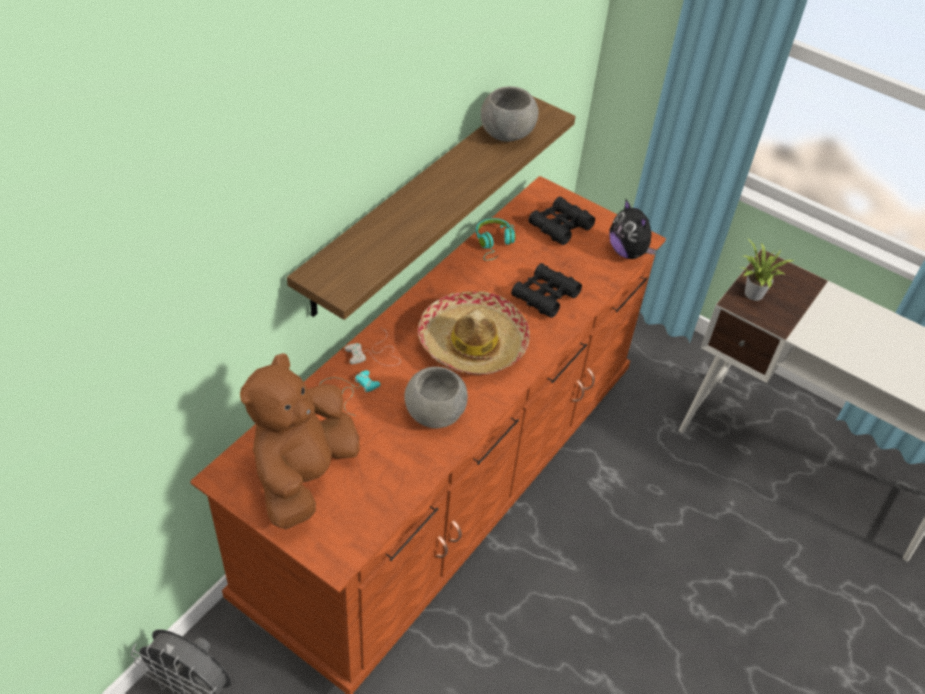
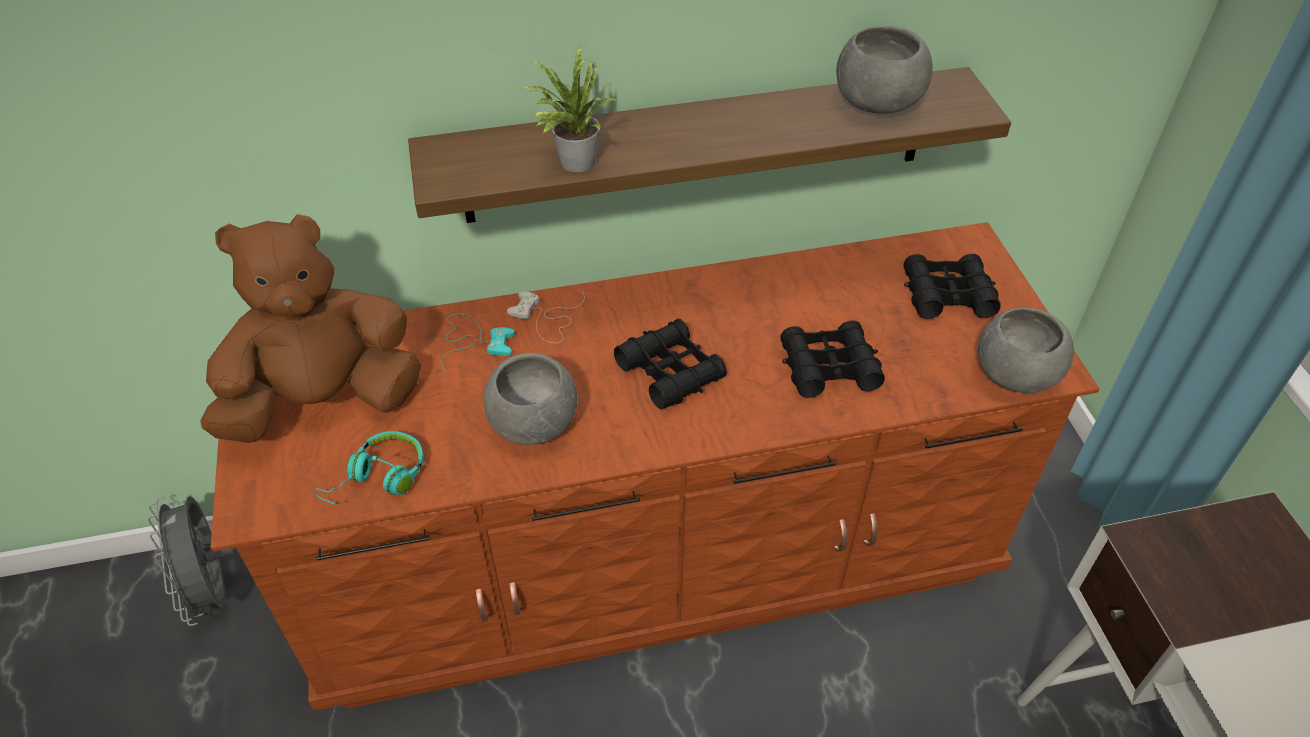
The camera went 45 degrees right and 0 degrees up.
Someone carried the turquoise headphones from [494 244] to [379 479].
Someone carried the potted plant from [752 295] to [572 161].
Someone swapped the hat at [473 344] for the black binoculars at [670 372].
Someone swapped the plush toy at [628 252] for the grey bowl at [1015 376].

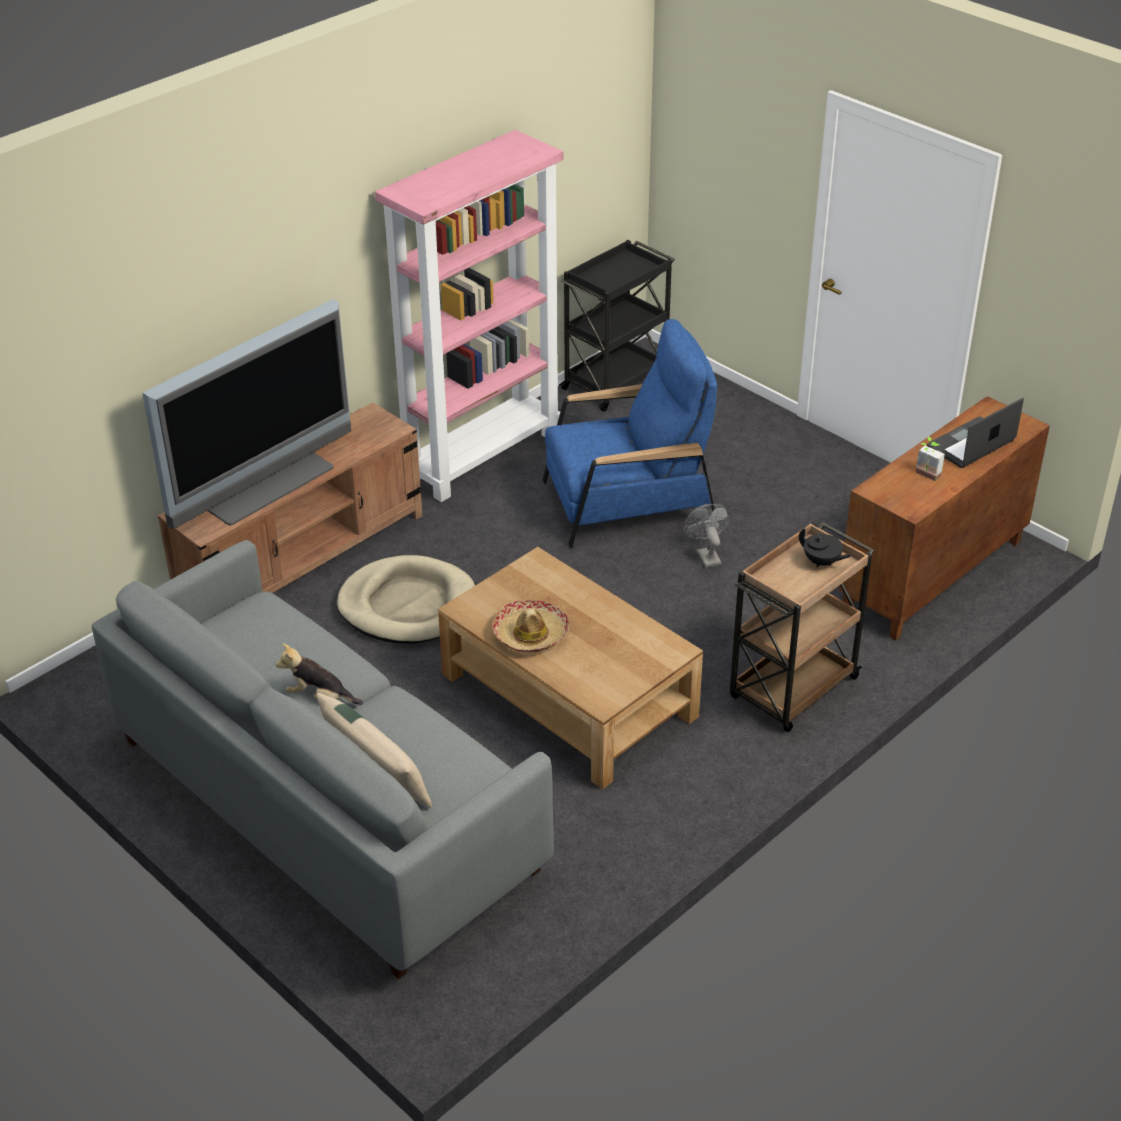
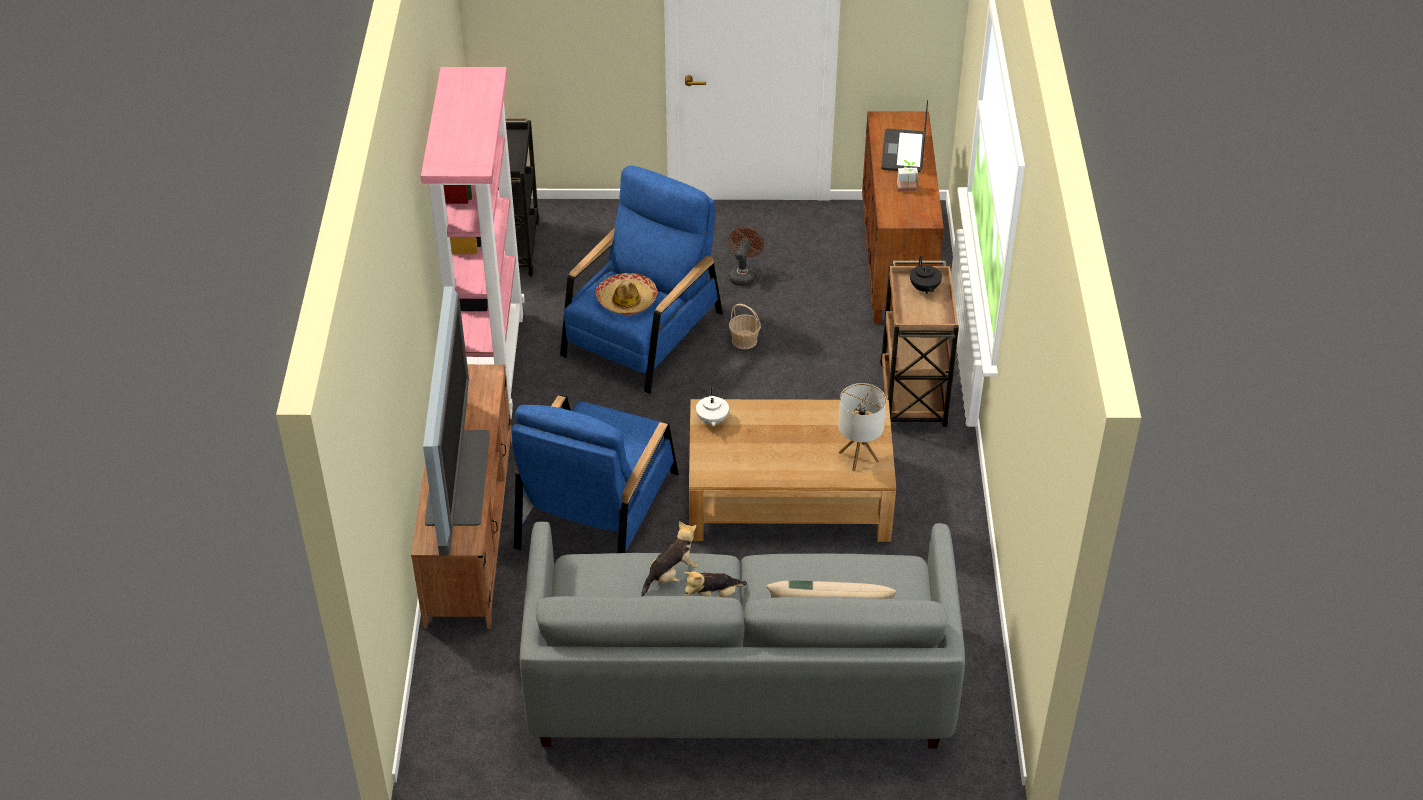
The camera went 45 degrees left and 5 degrees up.
Someone swapped the beige dog bed at [408 605] for the blue armchair at [597 510].
Someone carried the hat from [531 634] to [627 300].
Someone put down the plush toy at [671 575].
Someone put down the white teapot at [712 420].
Someone put down the brown fan at [743 274].
Someone swapped the grey fan at [706 555] for the basket at [744 340].
Someone put down the table lamp at [858 457].
Someone rotated the black teapot at [822 562] by 90 degrees clockwise.

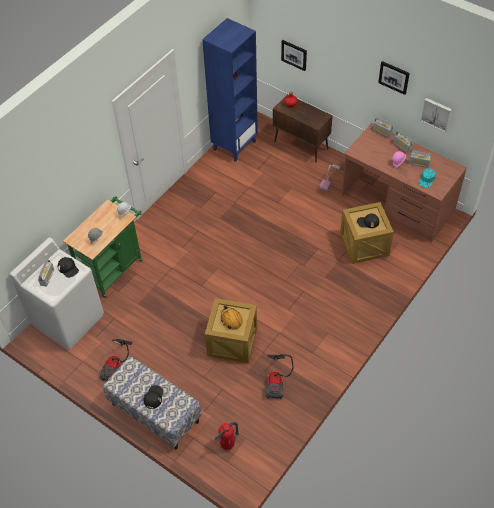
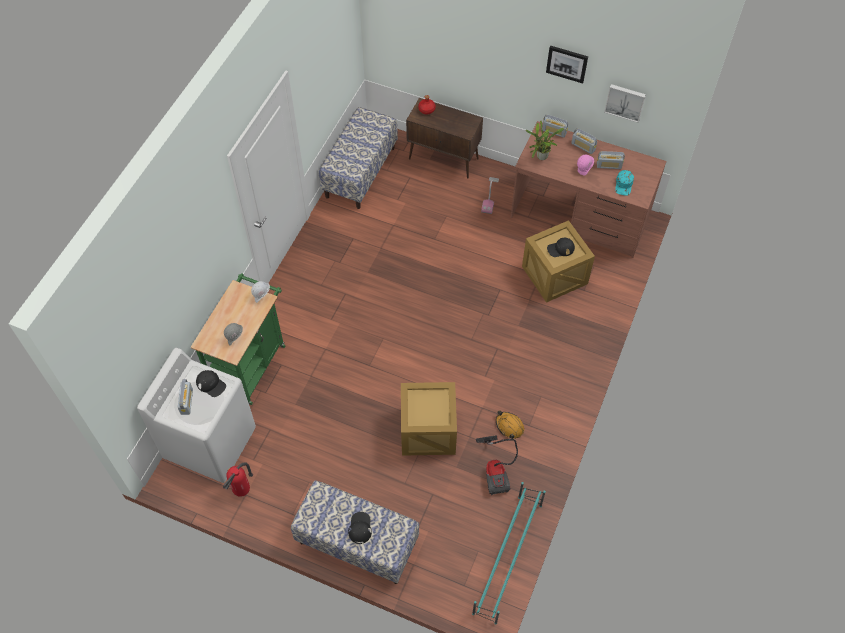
The camera went 15 degrees left and 5 degrees up.
Someone carried the fire extinguisher from [227 445] to [242 491].
Someone swapped the blue bookcase at [234 145] for the bench at [360 172].
Someone put down the turquoise shoe rack at [507 558].
Someone carried the orange hard hat from [231 320] to [509 426].
Someone put down the potted plant at [540 157].
Someone took away the vacuum cleaner at [117 366].
Someone took away the picture at [294 55].

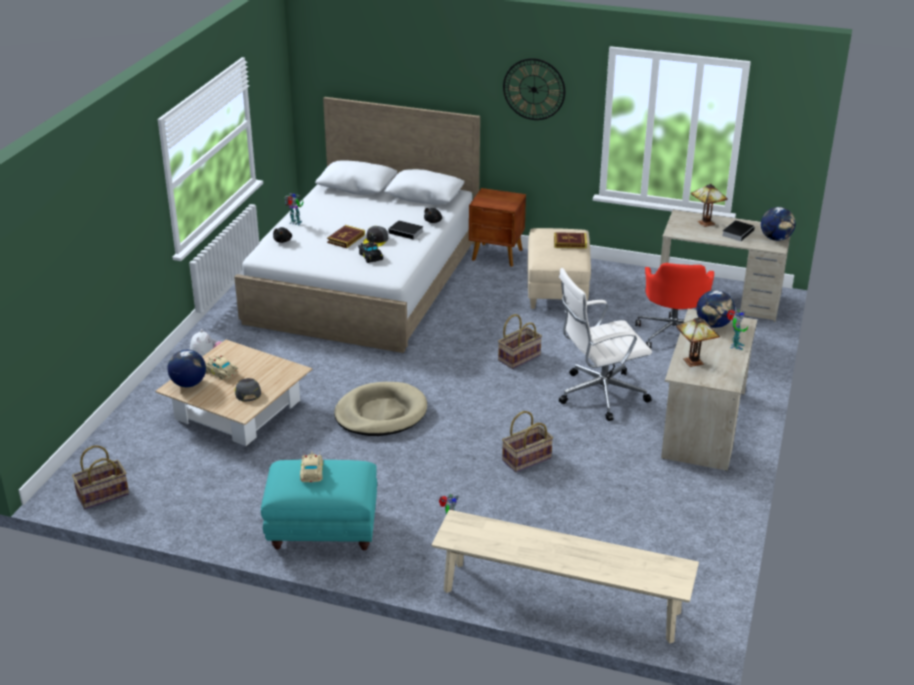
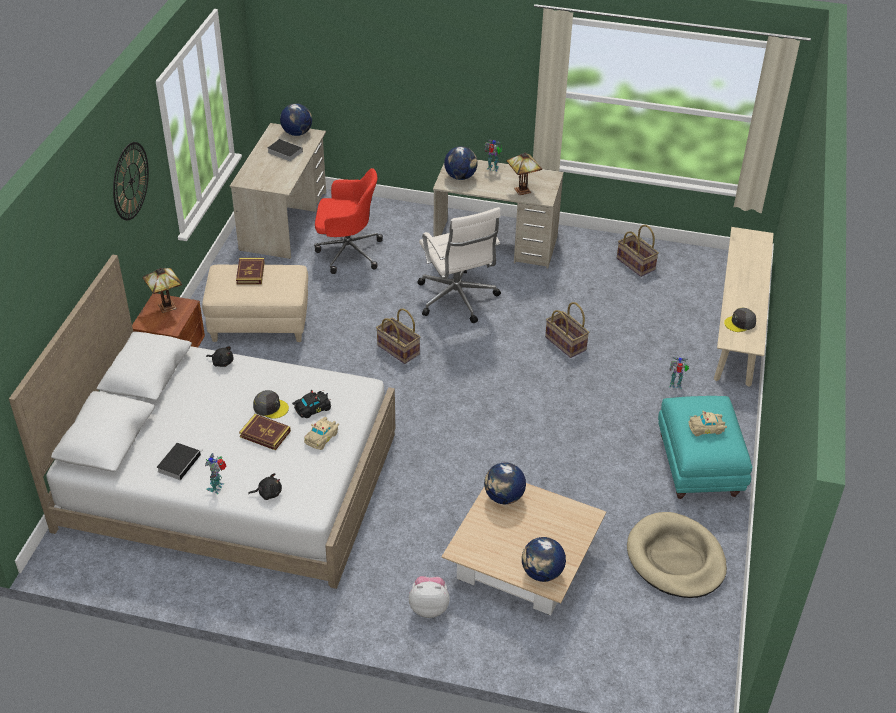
The camera went 95 degrees left and 10 degrees up.
Someone carried the table lamp from [704 223] to [166 307].
Someone carried the book from [407 232] to [179 462].
Someone carried the beige toy car from [221 373] to [322 437].
Someone put down the globe at [504 497].
Someone carried the basket from [103 496] to [636 264].
Someone carried the beige dog bed from [381 413] to [675 559].
Someone carried the grey cap from [247 392] to [740 323].

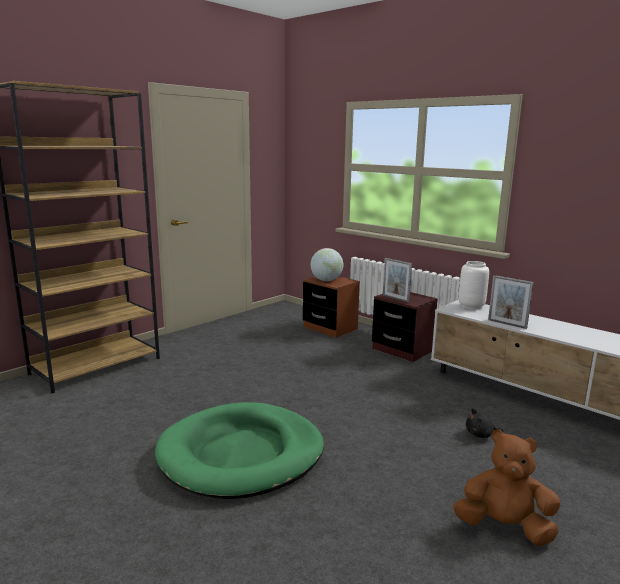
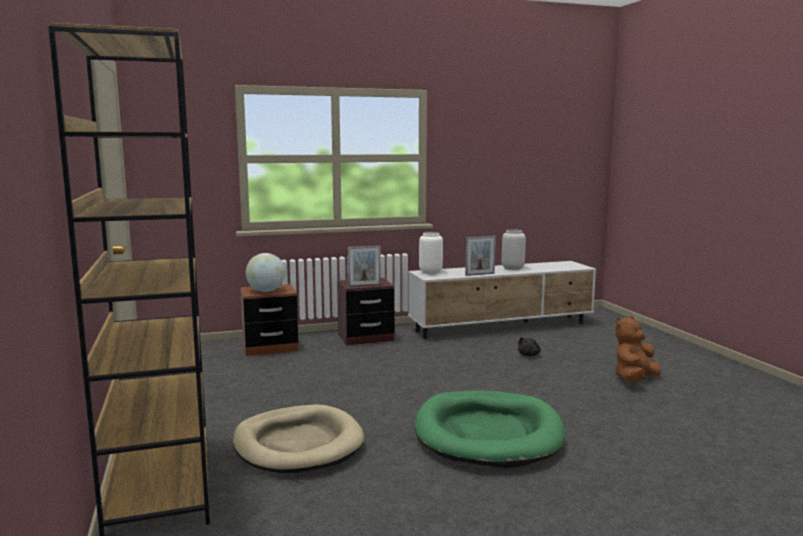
The camera went 60 degrees left and 5 degrees down.
Someone put down the beige dog bed at [298 444].
Someone put down the grey vase at [512 268].

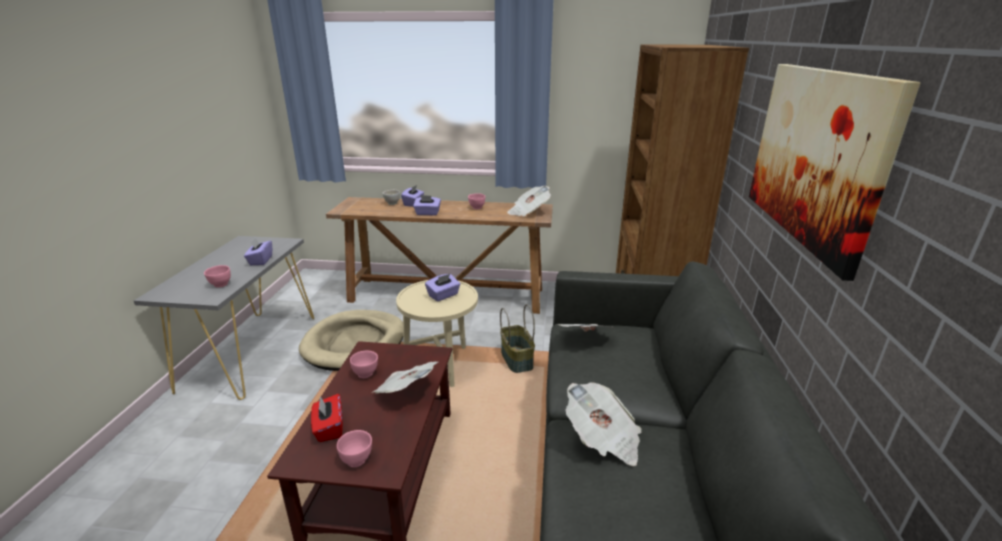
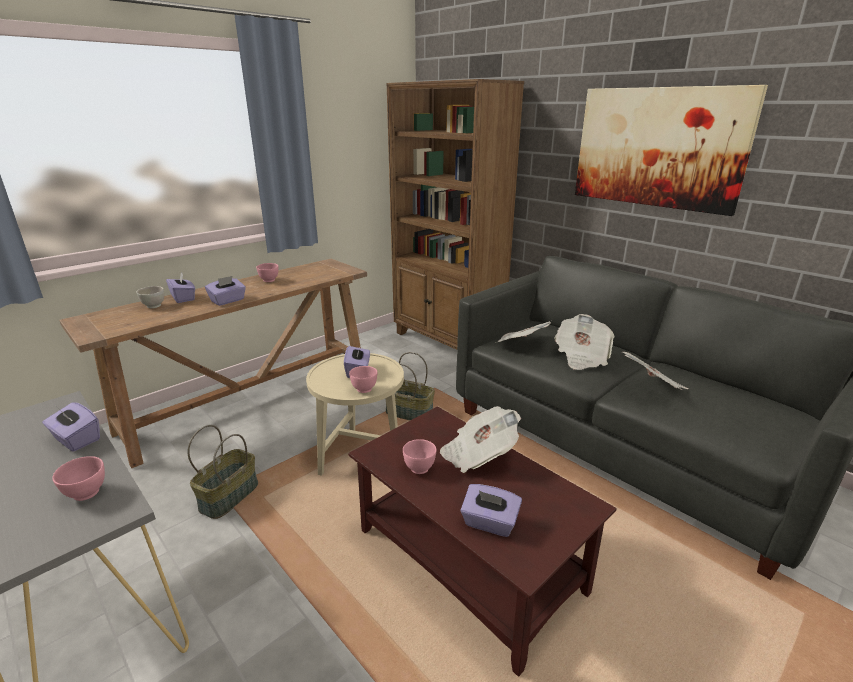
The camera went 50 degrees left and 0 degrees up.
Someone swapped the beige dog bed at [355 343] for the basket at [229 496].
Someone carried the pink bowl from [357 460] to [364 389].
Someone repainted the red tissue box at [329 428], which became the purple tissue box at [489 523].
Someone carried the newspaper from [528 212] to [581 357].

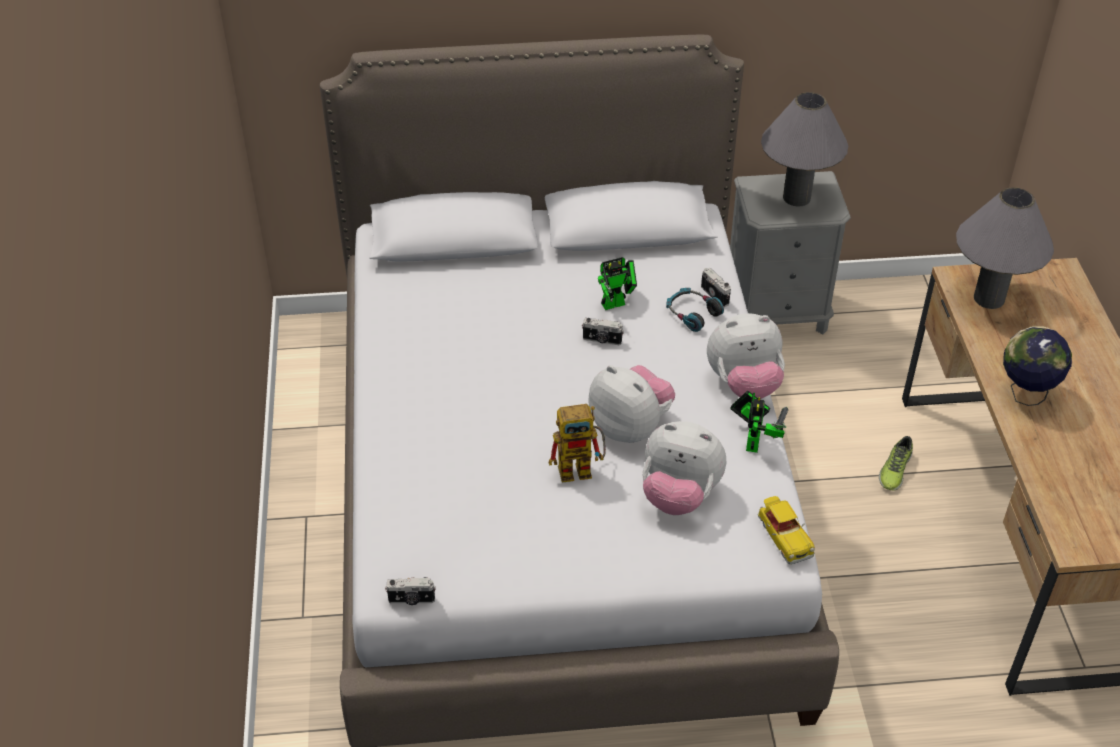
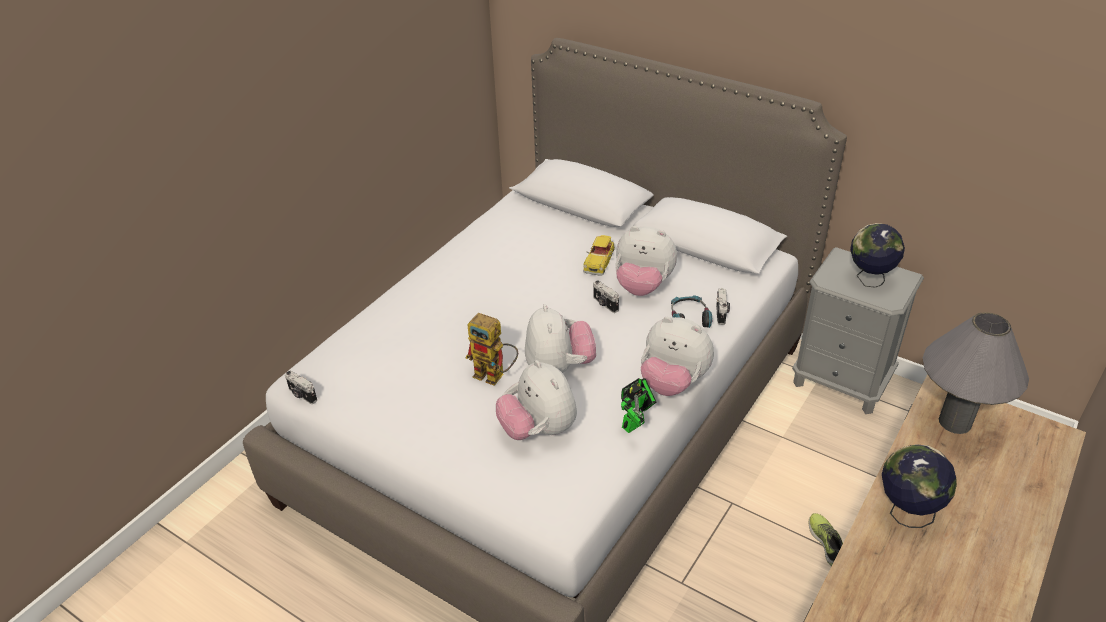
The camera went 40 degrees right and 5 degrees down.
Someone carried the toy car from [784 536] to [599 261].
Someone swapped the toy robot at [617 303] for the plush toy at [643 286].
Someone rotated the shoe at [894 470] by 105 degrees clockwise.
Someone swapped the grey table lamp at [796 197] for the globe at [869 280].

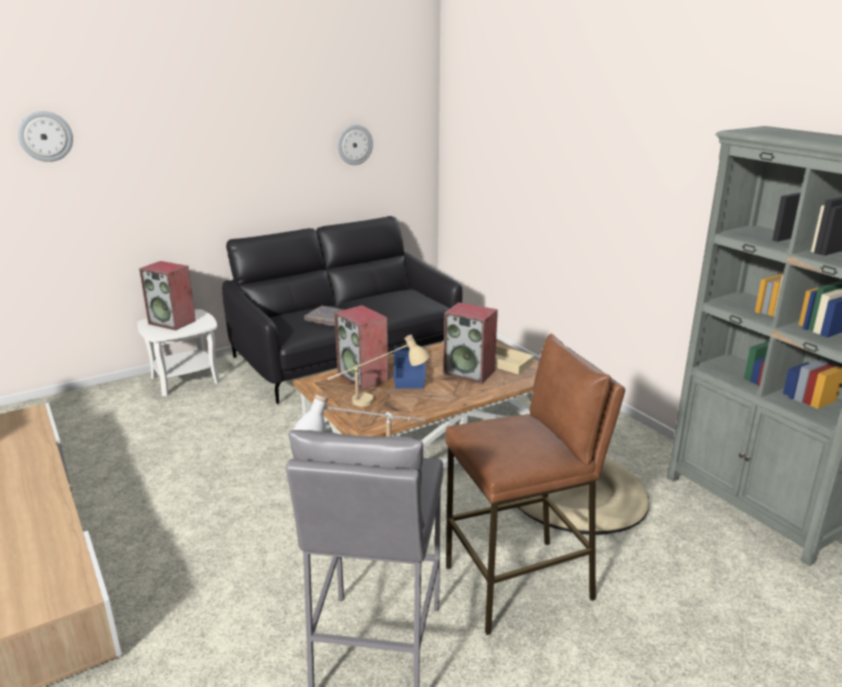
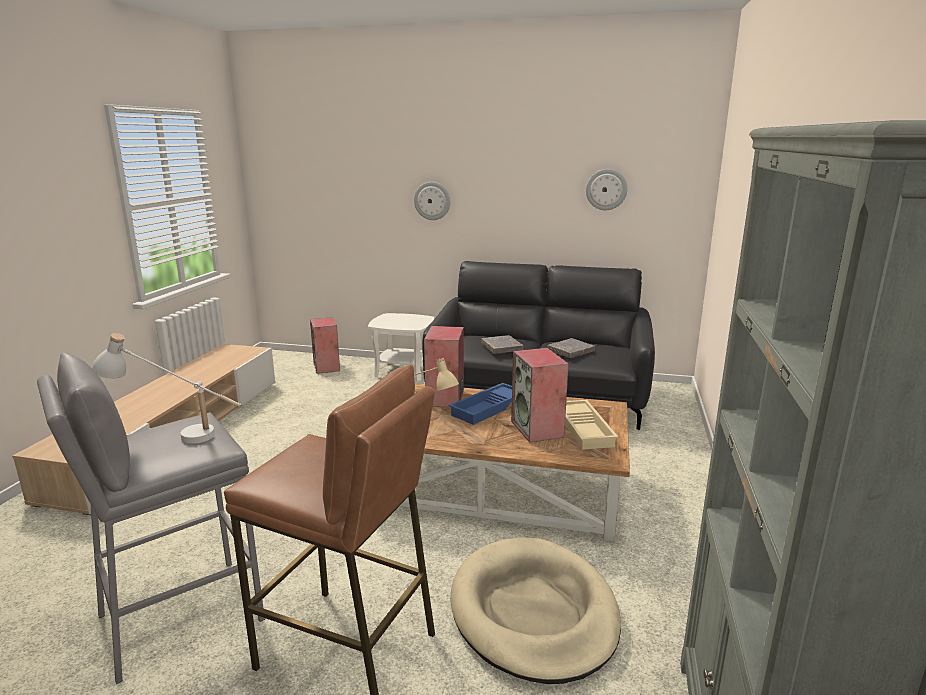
The camera went 45 degrees right and 5 degrees down.
Someone carried the speaker from [173 322] to [327 367].
Someone carried the wall clock from [45 136] to [432 201].
Someone put down the grey book at [570 351].

